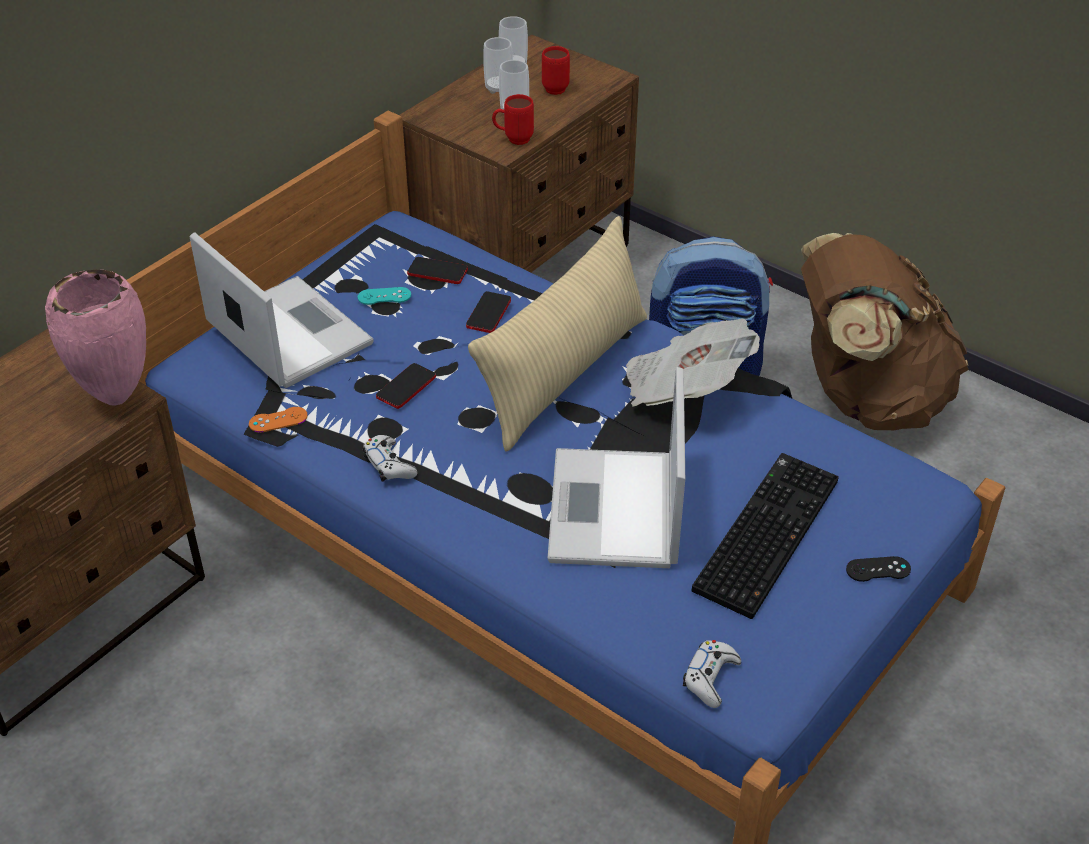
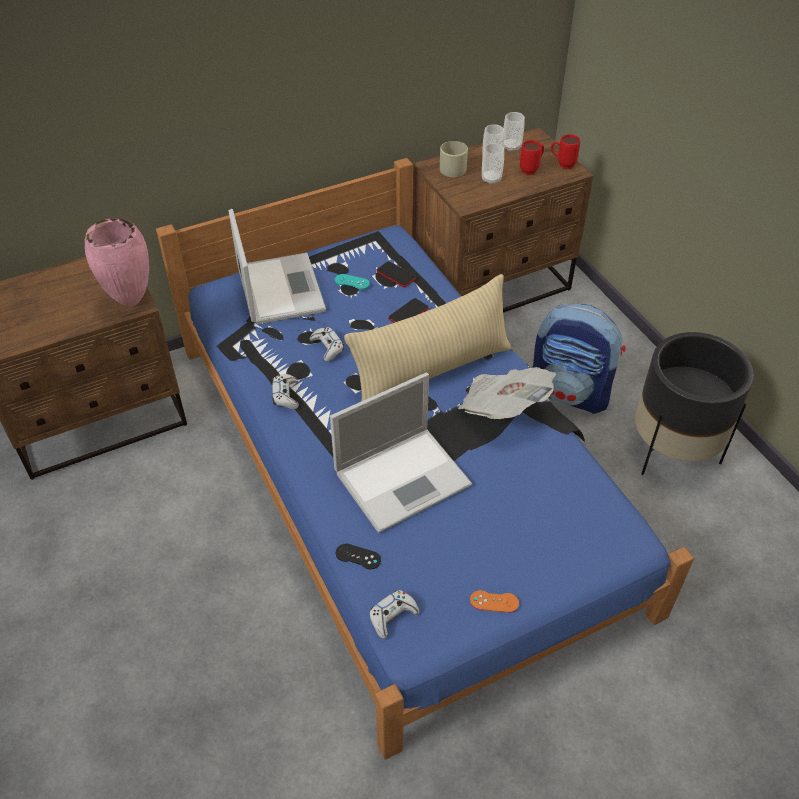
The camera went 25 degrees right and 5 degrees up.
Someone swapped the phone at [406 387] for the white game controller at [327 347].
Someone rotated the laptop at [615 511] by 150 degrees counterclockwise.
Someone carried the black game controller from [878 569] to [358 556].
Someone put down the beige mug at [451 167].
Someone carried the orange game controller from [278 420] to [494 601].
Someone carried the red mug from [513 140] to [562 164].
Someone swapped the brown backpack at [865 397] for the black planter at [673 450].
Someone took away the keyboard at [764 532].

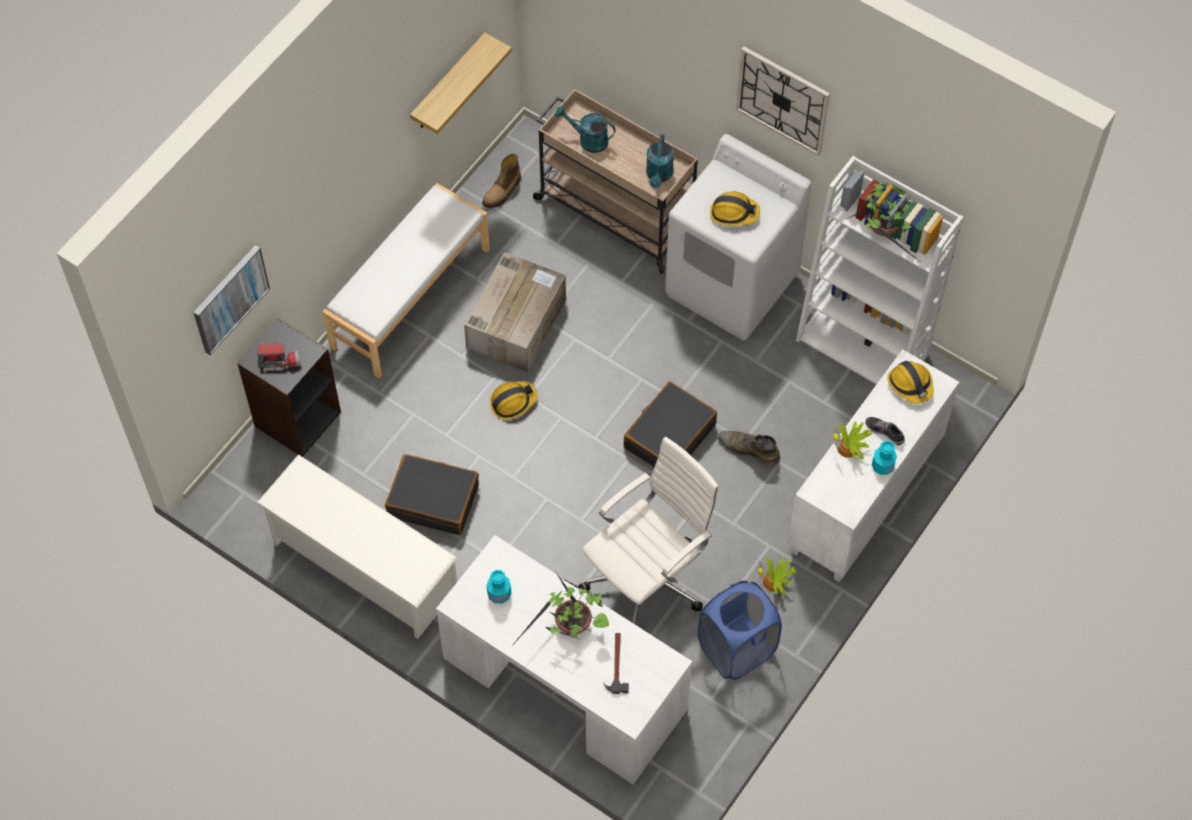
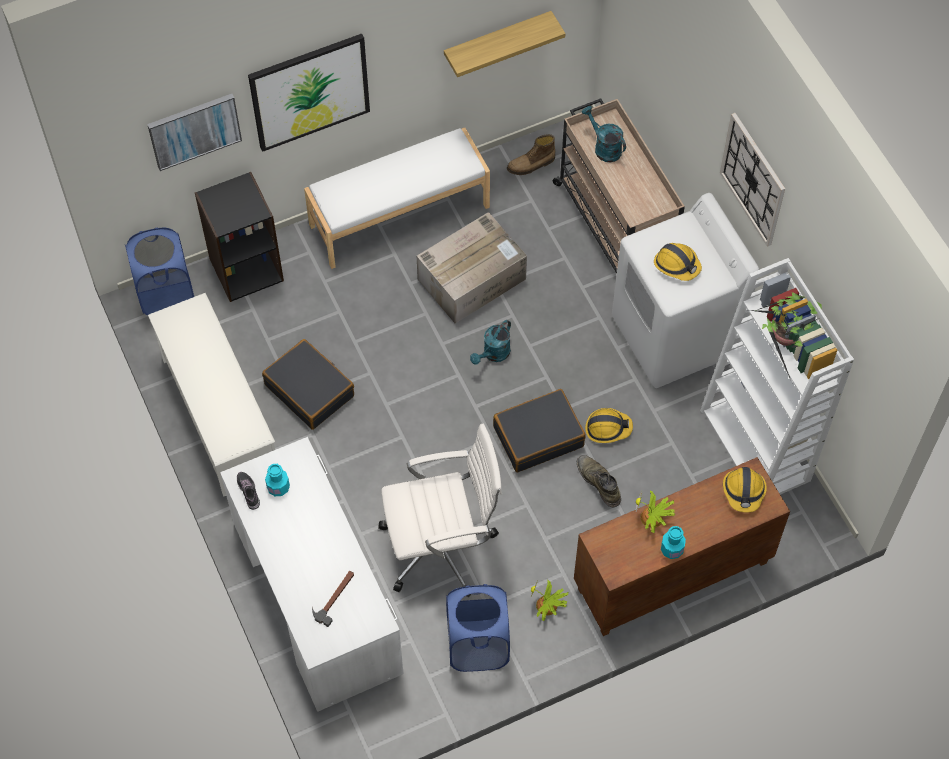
The camera went 30 degrees right and 0 degrees up.
Someone put down the blue laundry basket at [166 295].
Someone carried the shoe from [884 432] to [248 492].
Someone put up the picture at [309 91].
Someone carried the turquoise watering can from [659 175] to [493 354].
Someone repainted the white cabinet at [864 500], which became the brown cabinet at [671 577].
Someone carried the hard hat from [513 402] to [607 428].
Someone took away the flashlight at [280 360].
Someone took away the potted plant at [571 626].

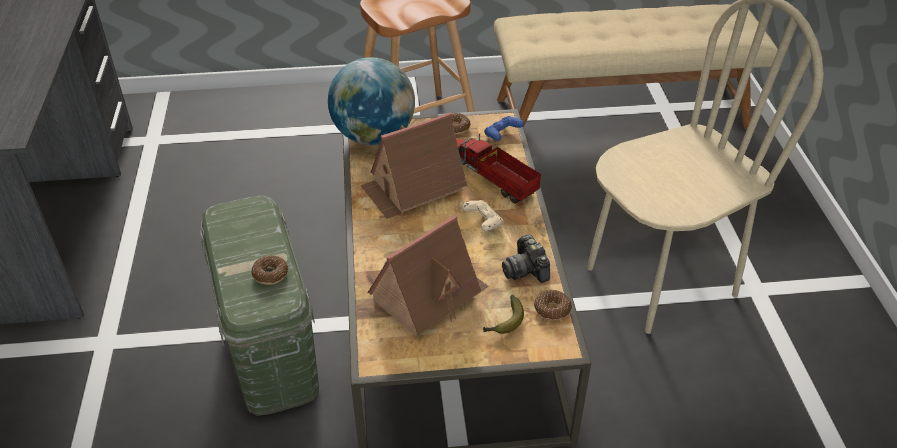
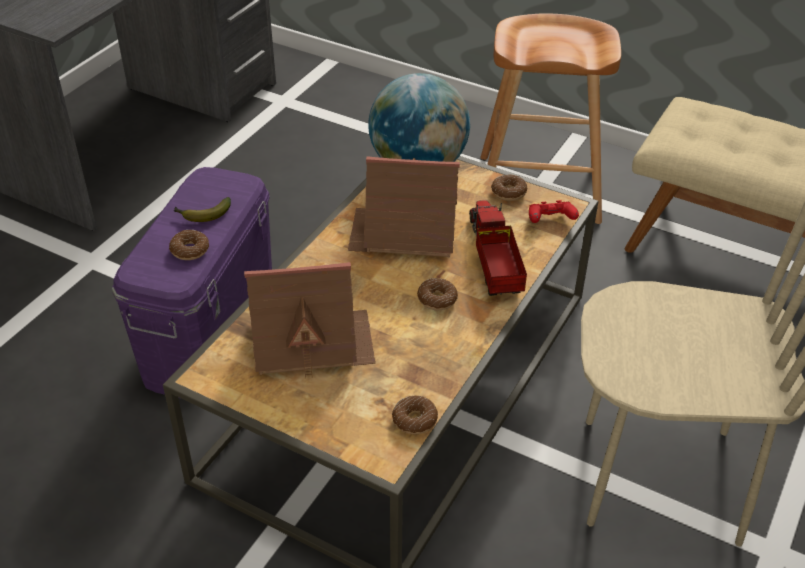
The camera went 35 degrees right and 0 degrees up.
Someone repainted the green storage box at [271 347], which became the purple storage box at [211 334].
Someone carried the banana from [504 322] to [203 215].
Someone swapped the beige game controller at [483 223] for the donut at [437 299].
Someone repainted the blue game controller at [502 135], which became the red game controller at [550 221].
Someone took away the photo camera at [526 269].

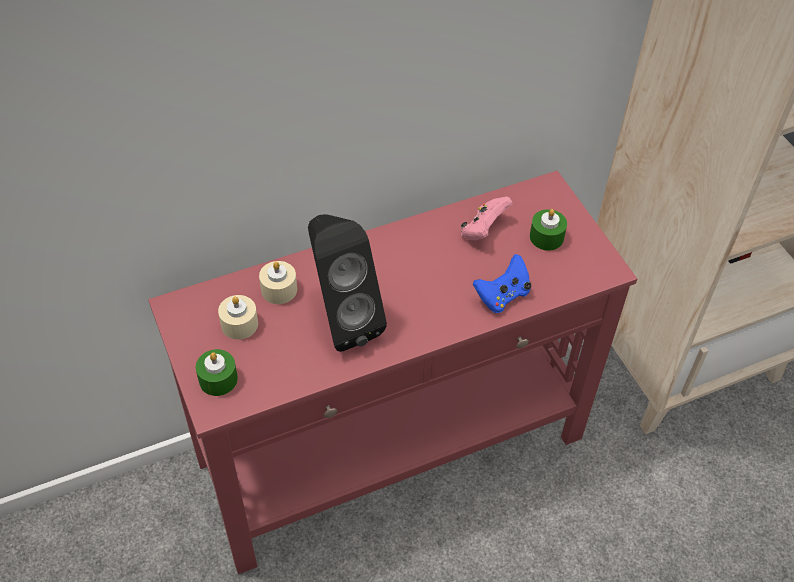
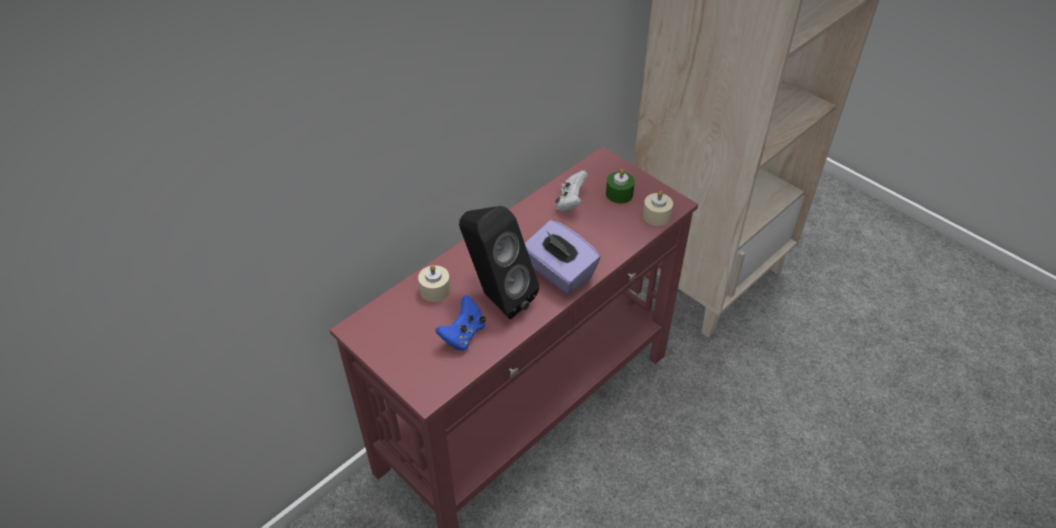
The camera went 20 degrees left and 5 degrees down.
Someone carried the blue game controller from [502 296] to [463 334].
Someone put down the purple tissue box at [559 273].
Someone repainted the pink game controller at [483 230], which became the white game controller at [570 202].
Someone carried the beige candle from [239 324] to [656 216].
Someone took away the green candle at [218 379].

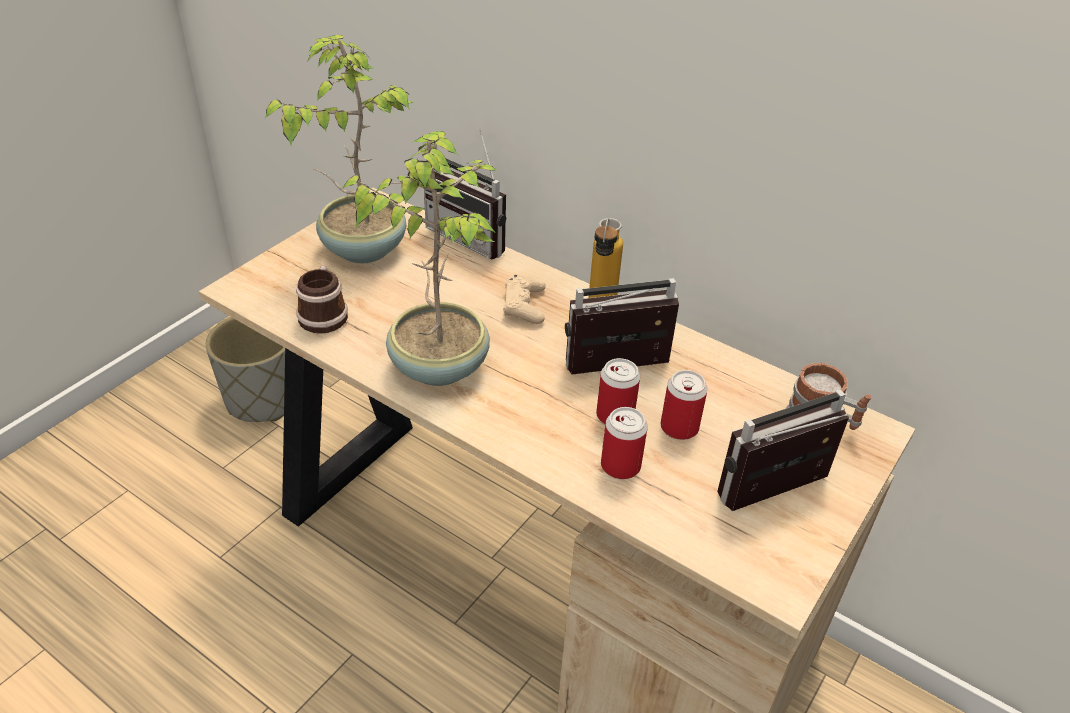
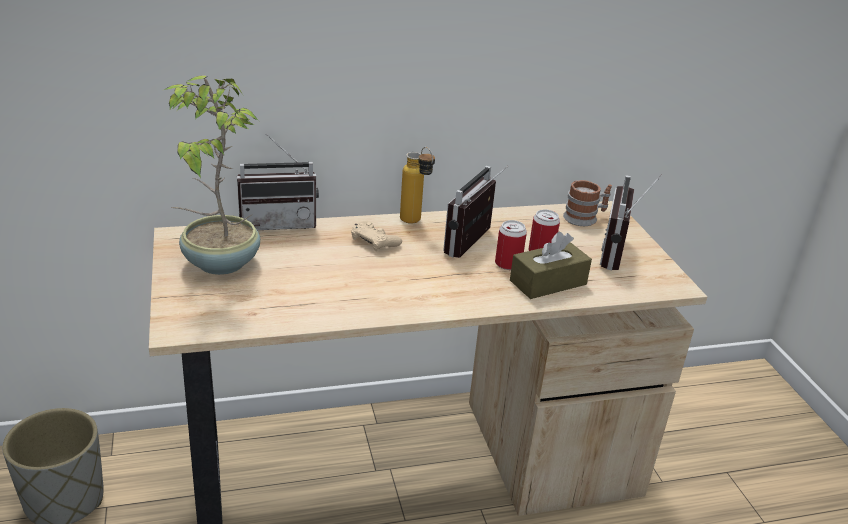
The camera went 50 degrees left and 10 degrees down.
Someone swapped the can at [620 465] for the brown tissue box at [548 282].
Someone took away the mug at [324 314].
Someone took away the potted plant at [439 365].

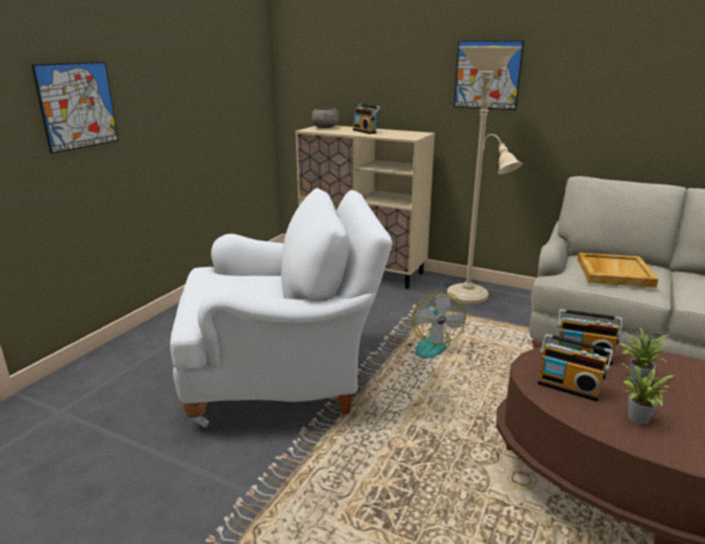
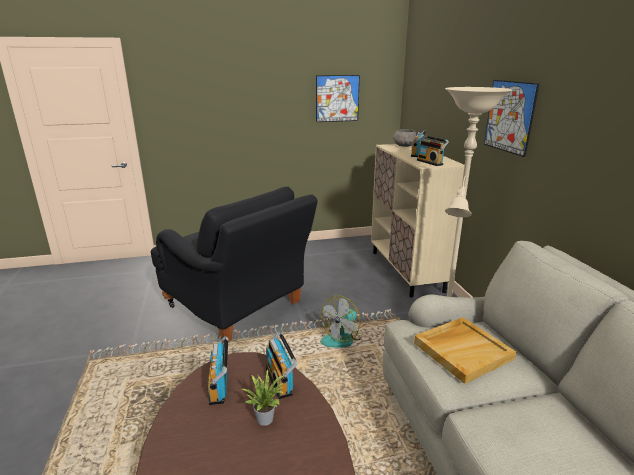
The camera went 50 degrees right and 0 degrees up.
Someone repainted the white armchair at [283 378], which became the black armchair at [238 307].
Someone carried the picture from [77 106] to [337 98].
Someone put down the radio at [430 162].
Someone took away the potted plant at [637 419].

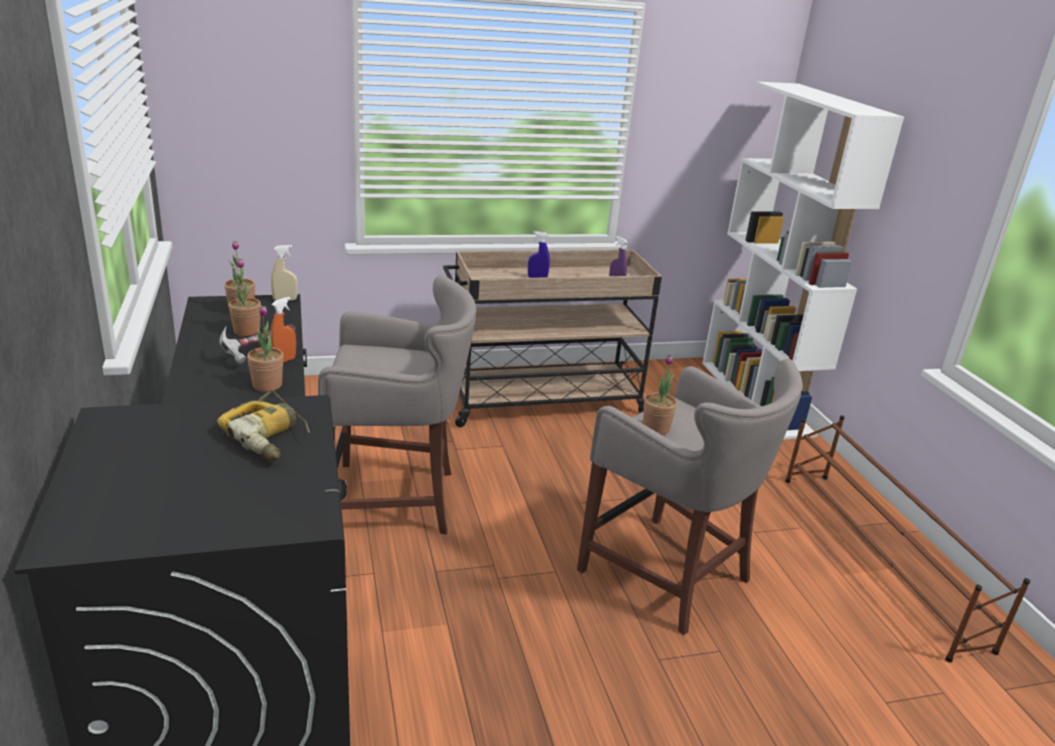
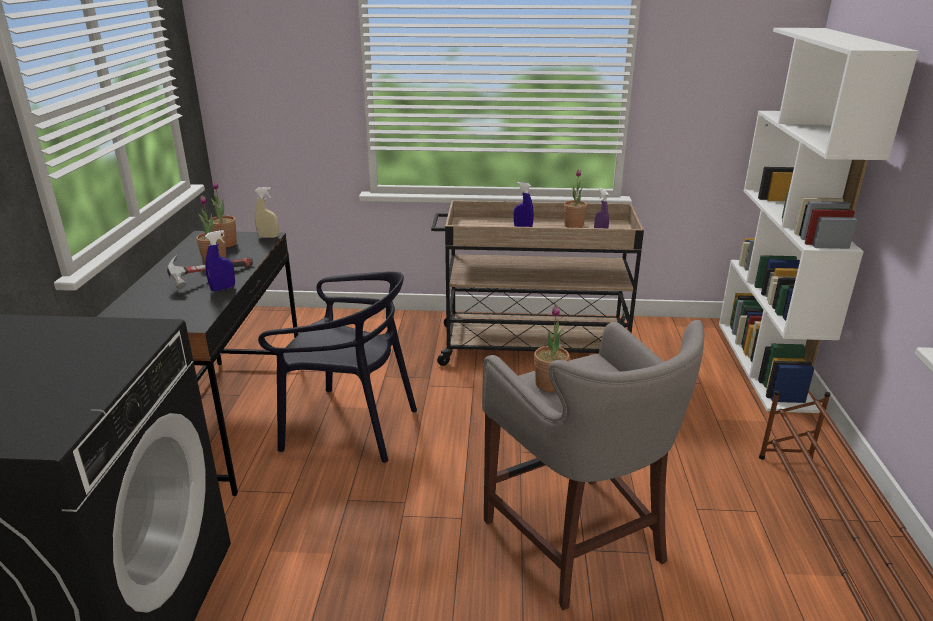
The camera went 20 degrees right and 0 degrees up.
Someone repainted the orange spray bottle at [284 361], which became the blue spray bottle at [223 288].
Someone swapped the grey stool at [396 499] for the black chair at [350 426].
Someone carried the potted plant from [267 385] to [573 225].
Someone took away the power drill at [269 436].

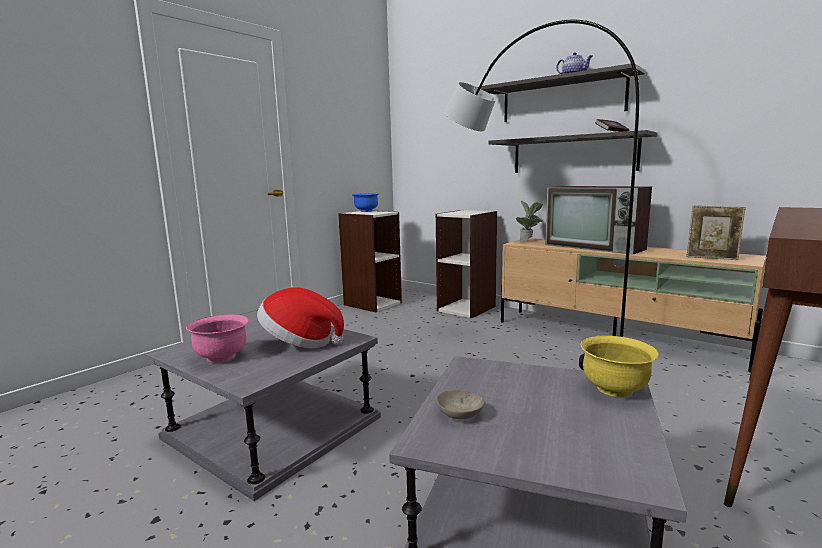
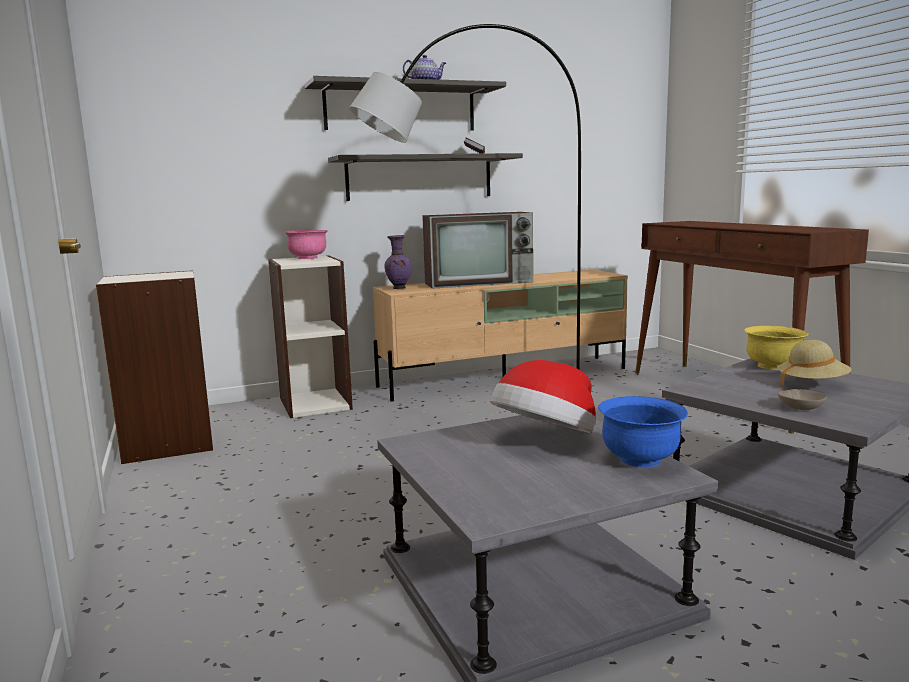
The camera went 60 degrees left and 0 degrees up.
Someone carried the pink bowl from [222 357] to [308 258].
Someone swapped the potted plant at [529 241] for the purple vase at [398 288].
Someone carried the blue bowl from [366 211] to [640 460].
Someone put down the beige hat at [811 384].
Someone took away the picture frame at [712 258].

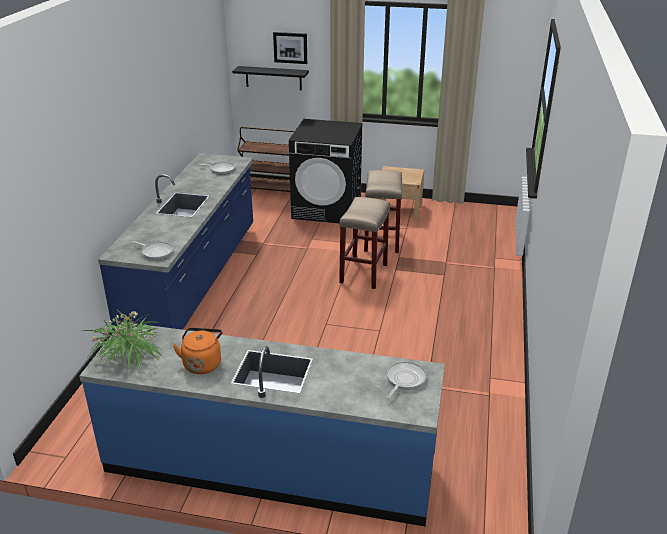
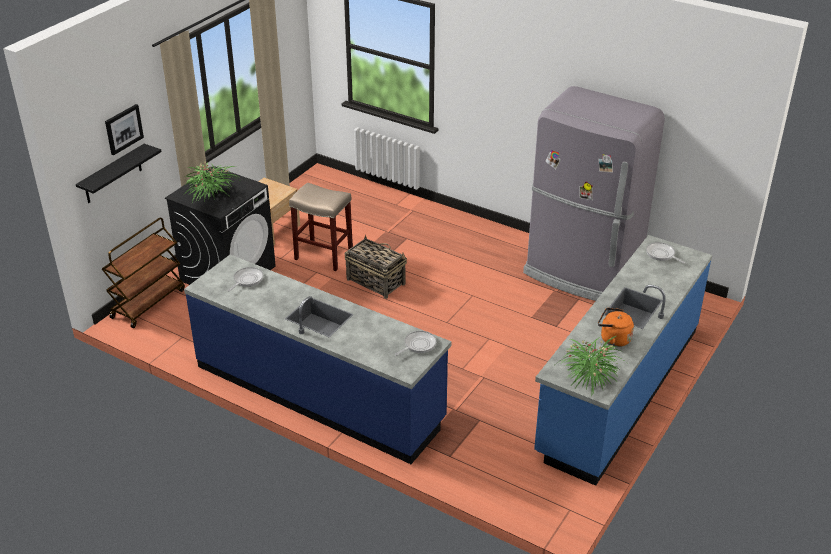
The camera went 70 degrees left and 5 degrees up.
Someone put down the potted plant at [210 193].
Someone swapped the beige stool at [363 273] for the basket at [375 281].
Someone put down the grey fridge at [582 274].

